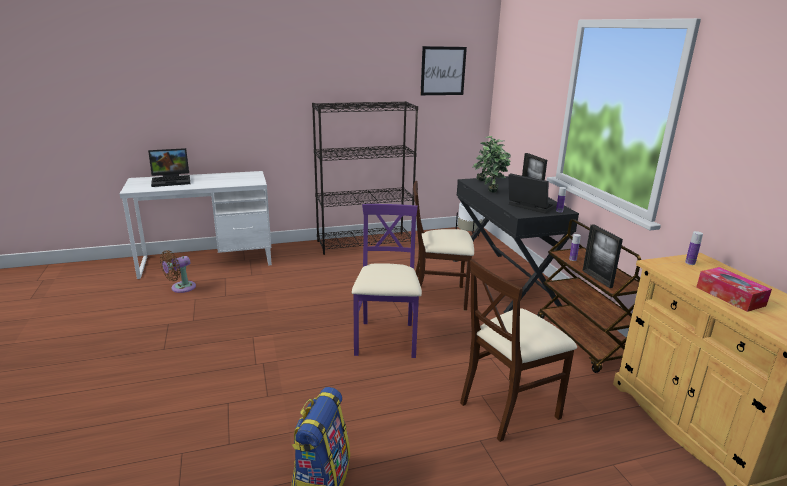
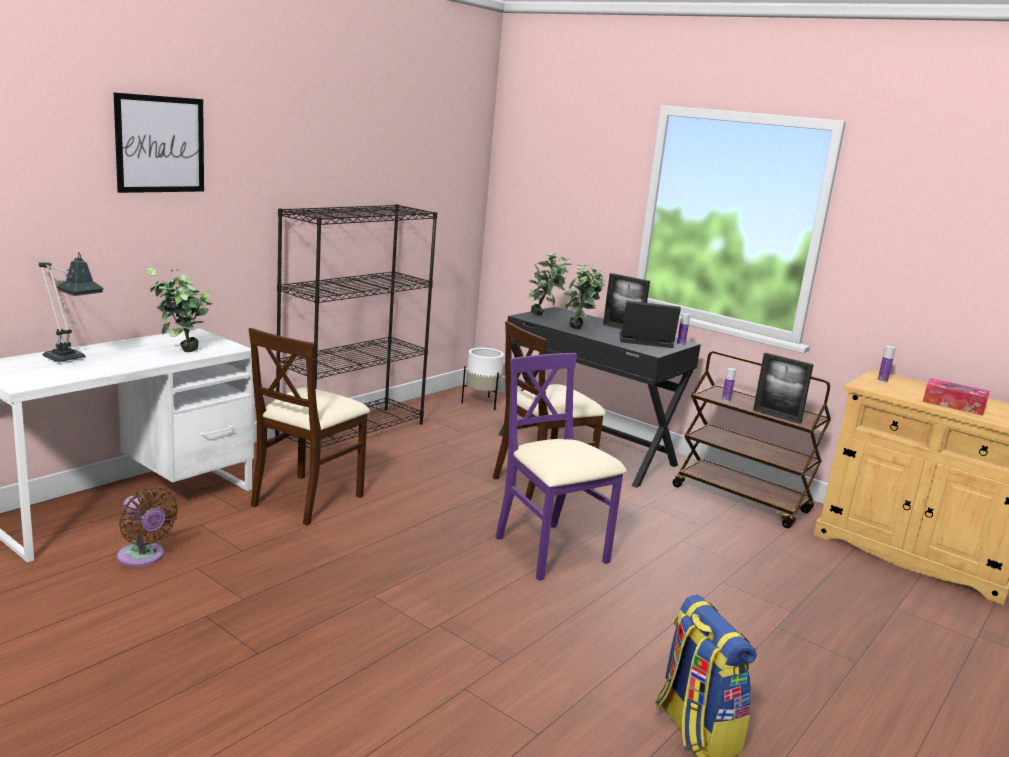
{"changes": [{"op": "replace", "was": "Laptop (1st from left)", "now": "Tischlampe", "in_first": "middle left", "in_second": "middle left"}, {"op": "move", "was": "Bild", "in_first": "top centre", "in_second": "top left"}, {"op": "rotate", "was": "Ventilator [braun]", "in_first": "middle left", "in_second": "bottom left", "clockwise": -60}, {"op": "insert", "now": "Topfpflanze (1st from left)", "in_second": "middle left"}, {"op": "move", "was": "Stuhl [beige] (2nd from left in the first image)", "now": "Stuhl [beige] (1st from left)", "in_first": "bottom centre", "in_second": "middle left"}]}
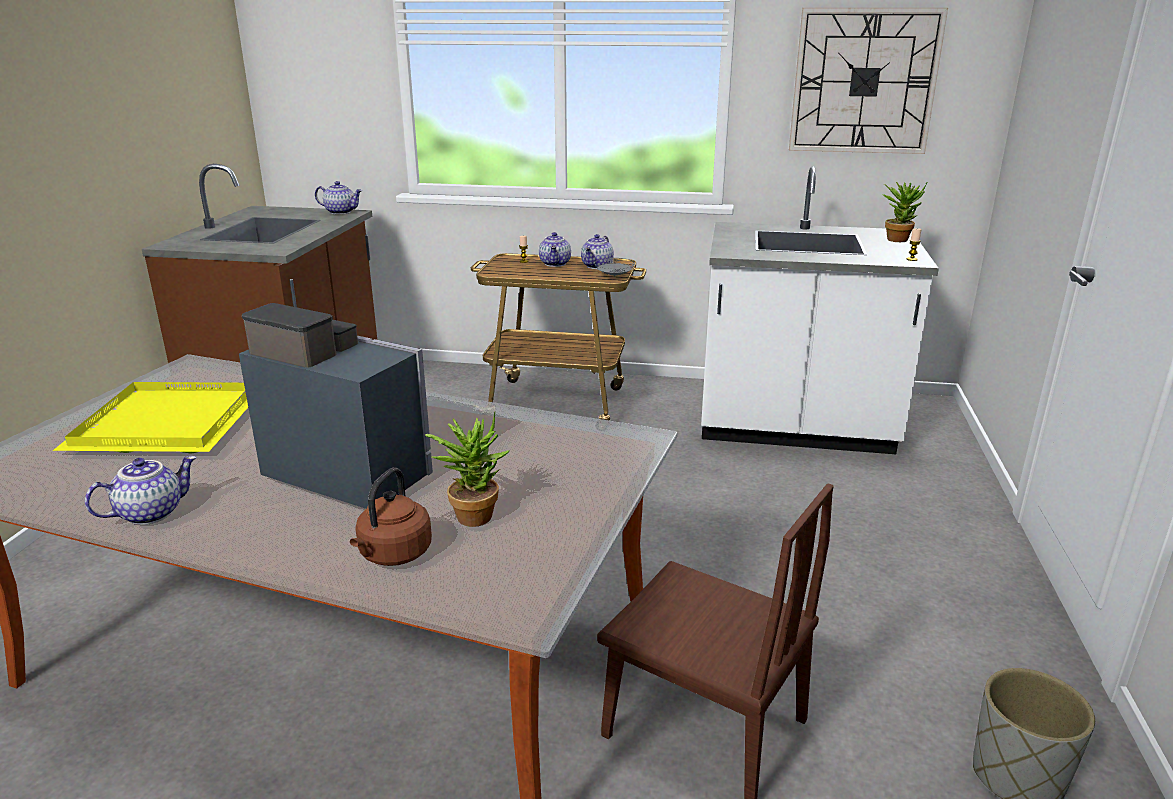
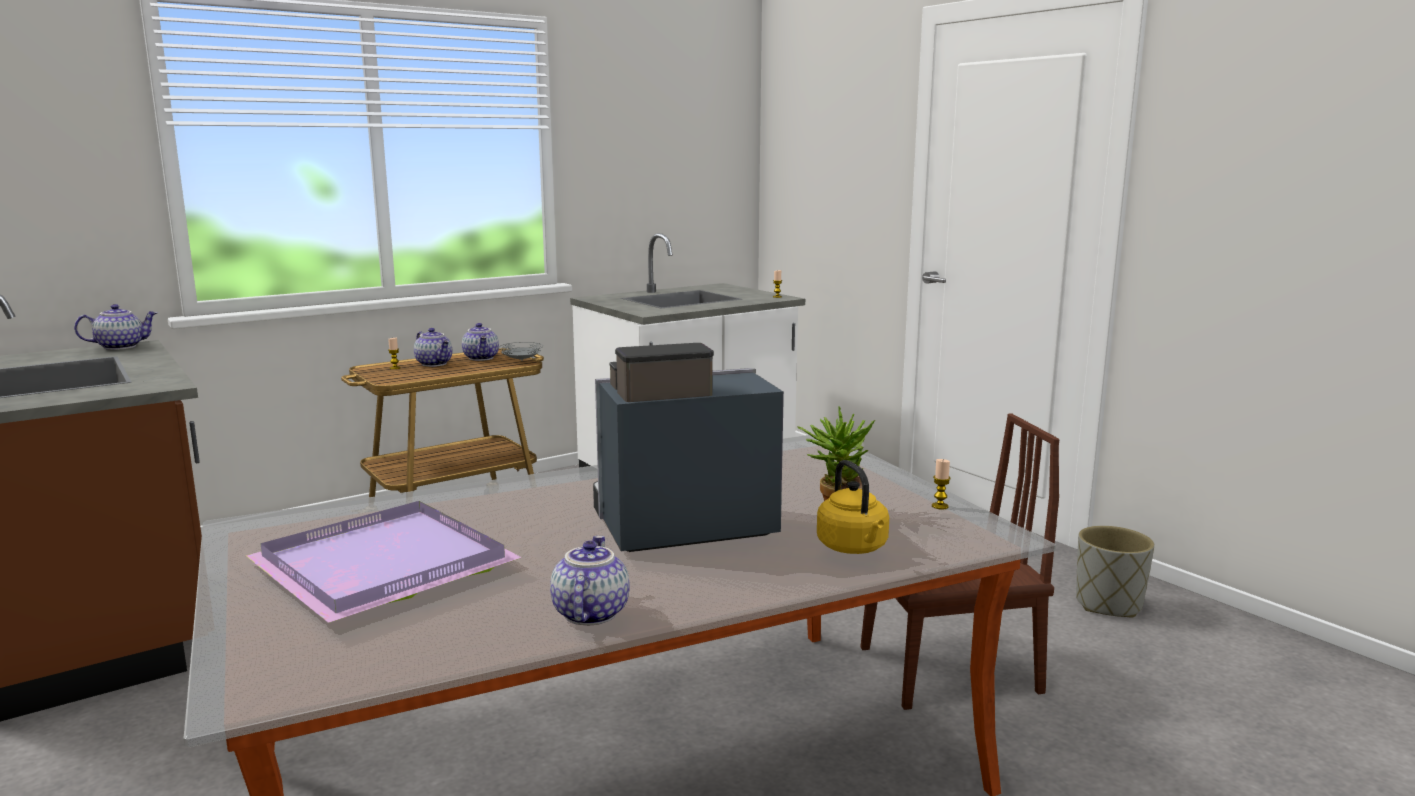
{"changes": [{"op": "recolor", "was": "Tablett [gelb]", "now": "Tablett [lila]", "in_first": "middle left", "in_second": "bottom left"}, {"op": "recolor", "was": "Wasserkessel [braun]", "now": "Wasserkessel [gelb]", "in_first": "centre", "in_second": "centre"}, {"op": "insert", "now": "Kerze (3rd from left)", "in_second": "centre"}, {"op": "delete", "was": "Wanduhr", "in_first": "top right"}, {"op": "delete", "was": "Topfpflanze (2nd from left)", "in_first": "top right"}]}
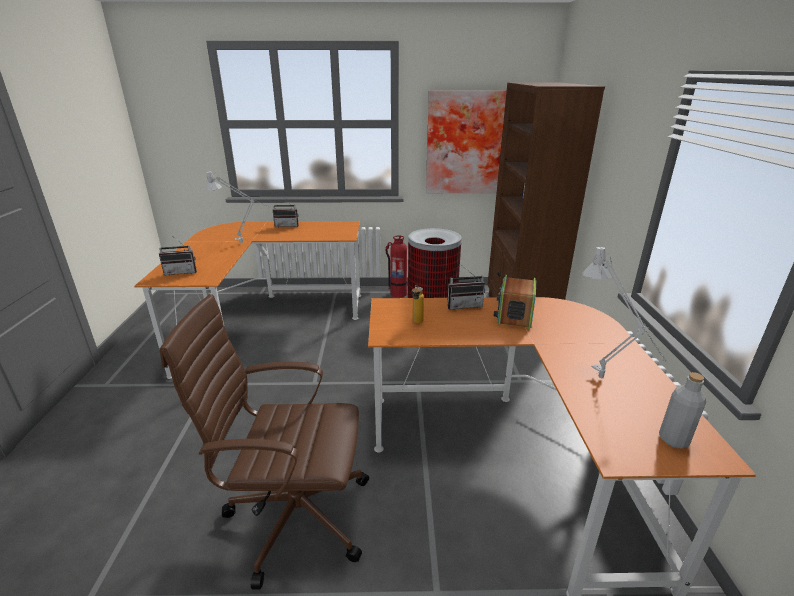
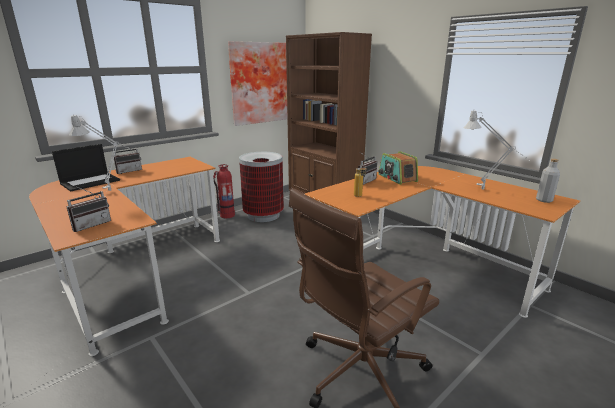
{"changes": [{"op": "insert", "now": "Laptop", "in_second": "middle left"}]}
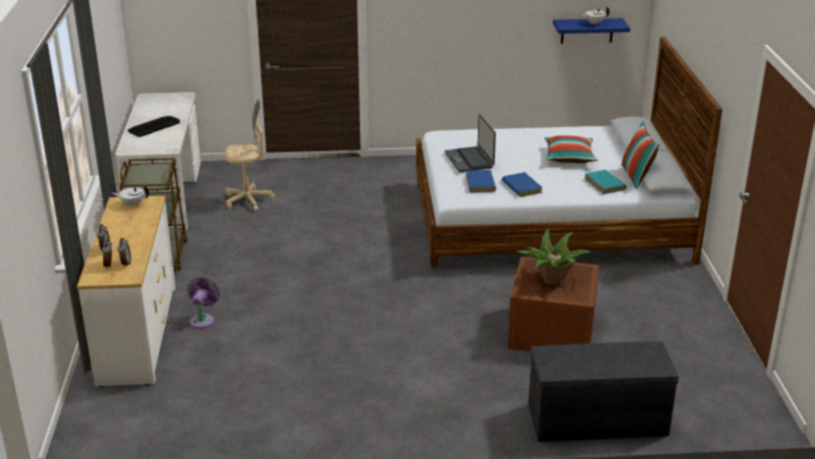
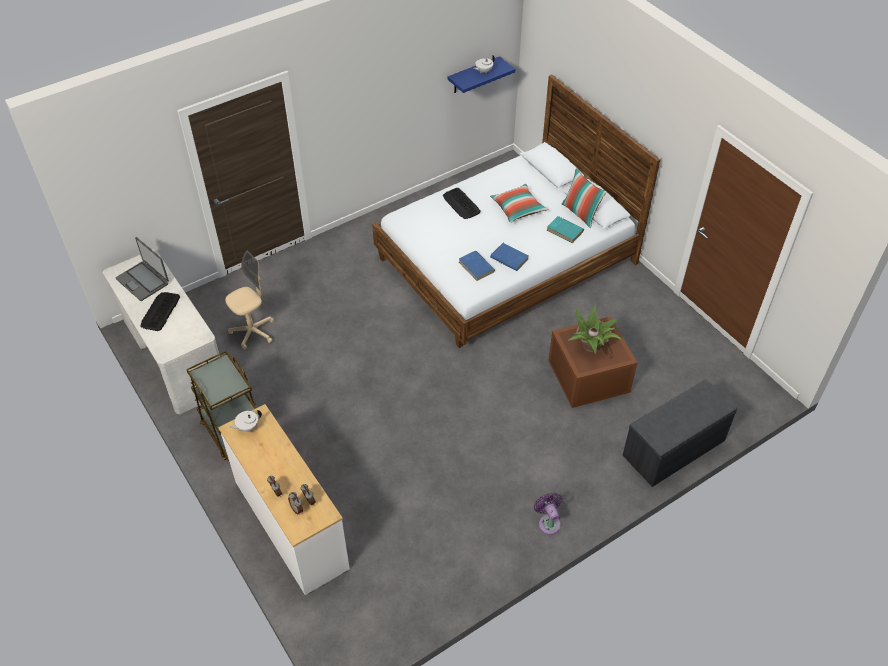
{"changes": [{"op": "move", "was": "Laptop", "in_first": "top centre", "in_second": "middle left"}, {"op": "insert", "now": "Tastatur (2nd from left)", "in_second": "top centre"}, {"op": "move", "was": "Ventilator [lila]", "in_first": "middle left", "in_second": "bottom centre"}]}
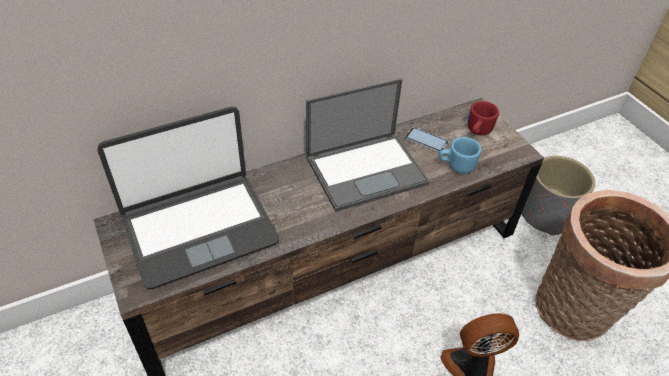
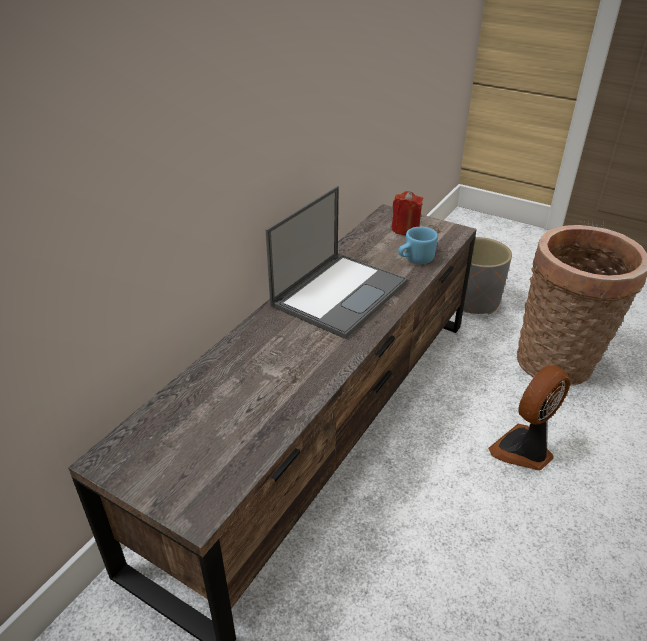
{"changes": [{"op": "replace", "was": "Henkelbecher [rot]", "now": "Kerze [rot]", "in_first": "top right", "in_second": "top centre"}, {"op": "delete", "was": "Laptop (1st from left)", "in_first": "middle left"}, {"op": "delete", "was": "Handy", "in_first": "centre"}]}
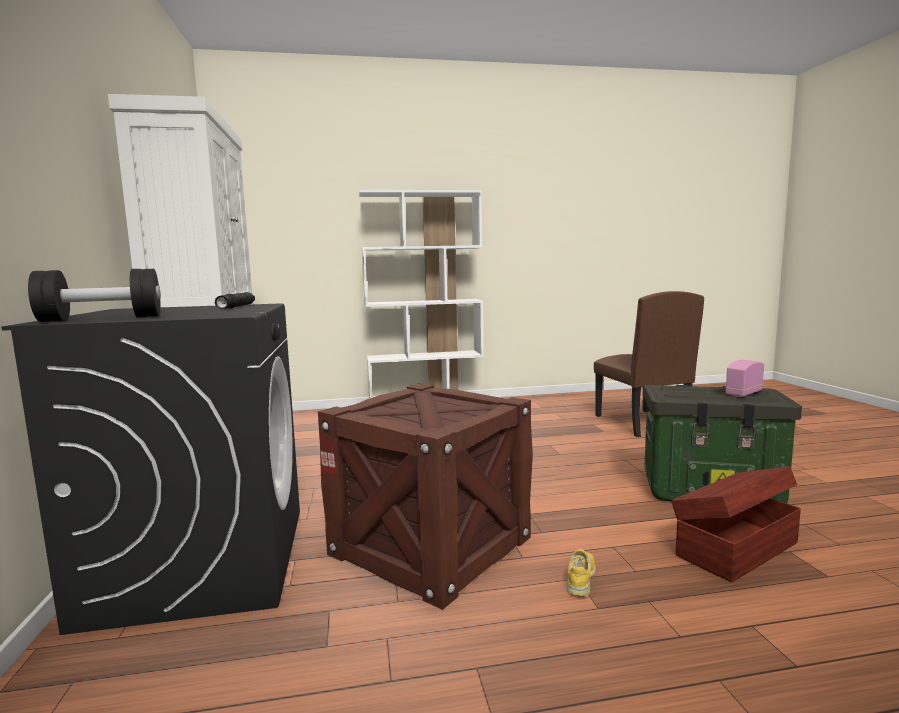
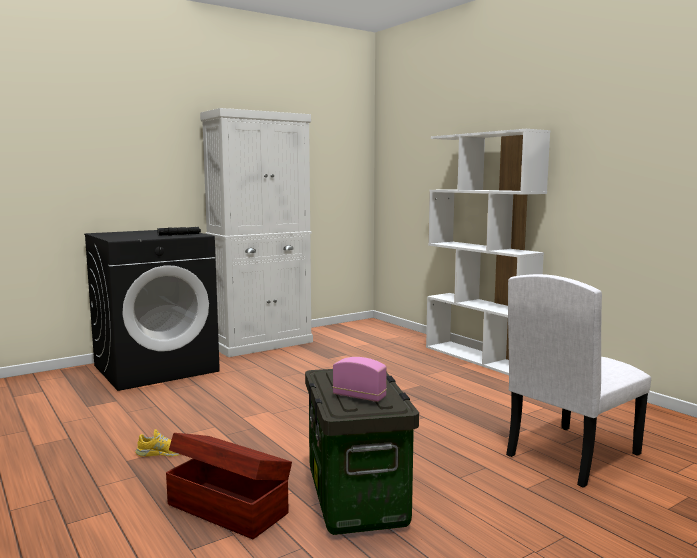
{"changes": [{"op": "recolor", "was": "Stuhl [braun]", "now": "Stuhl [weiß]", "in_first": "middle right", "in_second": "bottom right"}, {"op": "delete", "was": "Hantel [schwarz]", "in_first": "middle left"}, {"op": "delete", "was": "Kiste", "in_first": "bottom centre"}]}
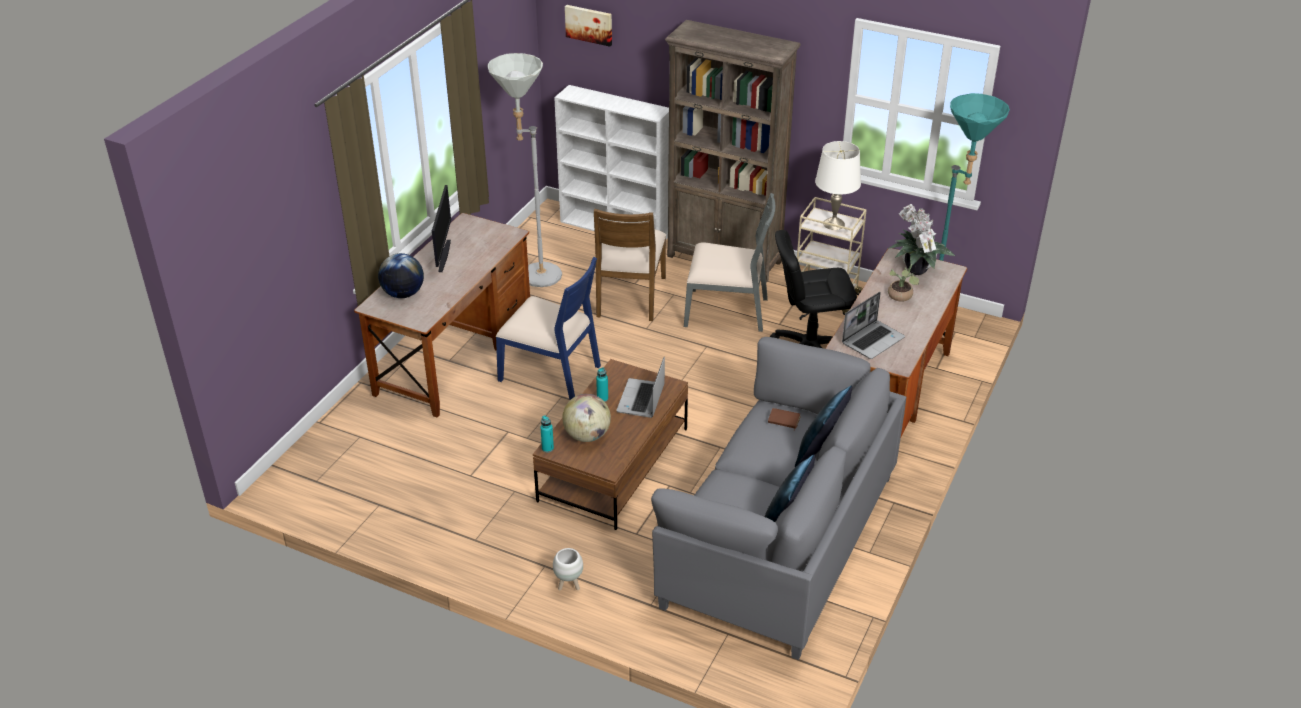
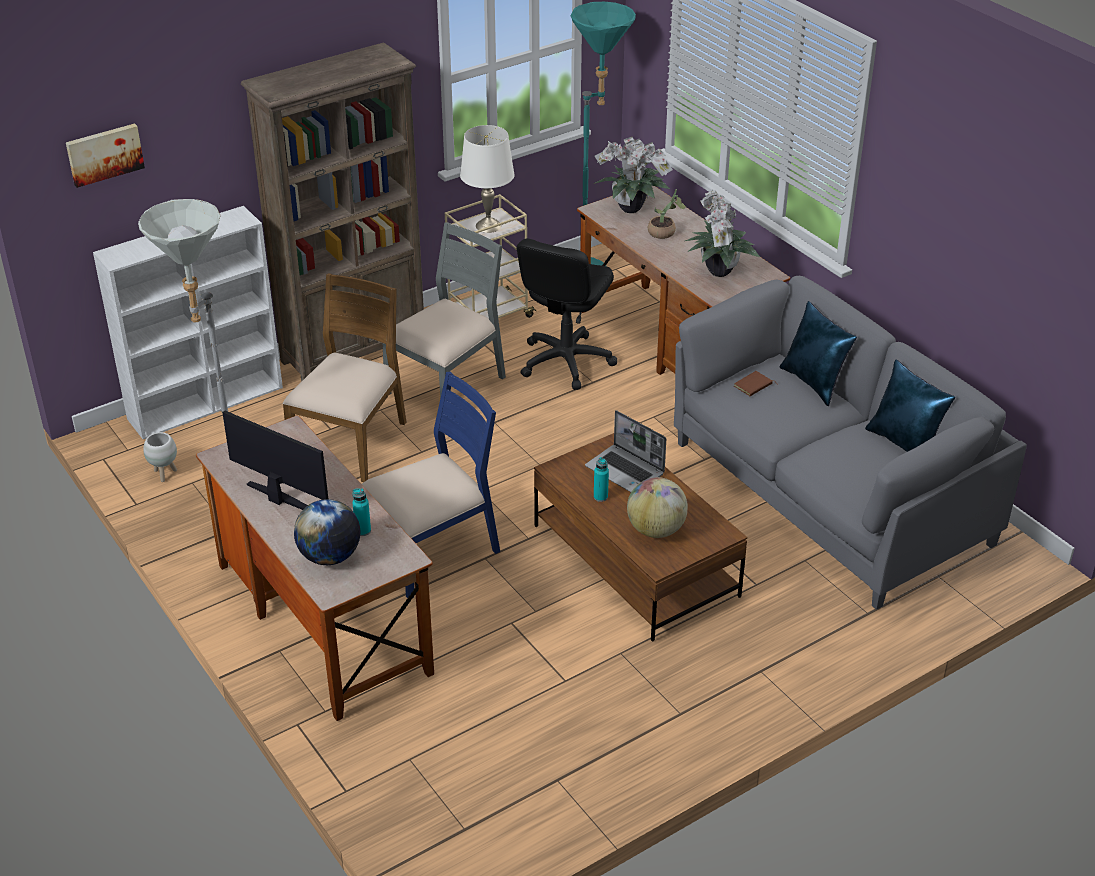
{"changes": [{"op": "move", "was": "Pflanzkübel [weiß]", "in_first": "bottom centre", "in_second": "middle left"}, {"op": "rotate", "was": "Stuhl [braun]", "in_first": "centre", "in_second": "middle left", "clockwise": -105}, {"op": "move", "was": "Flasche [türkis] (1st from left)", "in_first": "centre", "in_second": "middle left"}, {"op": "replace", "was": "Laptop (2nd from left)", "now": "Topfpflanze (3rd from left)", "in_first": "middle right", "in_second": "top centre"}]}
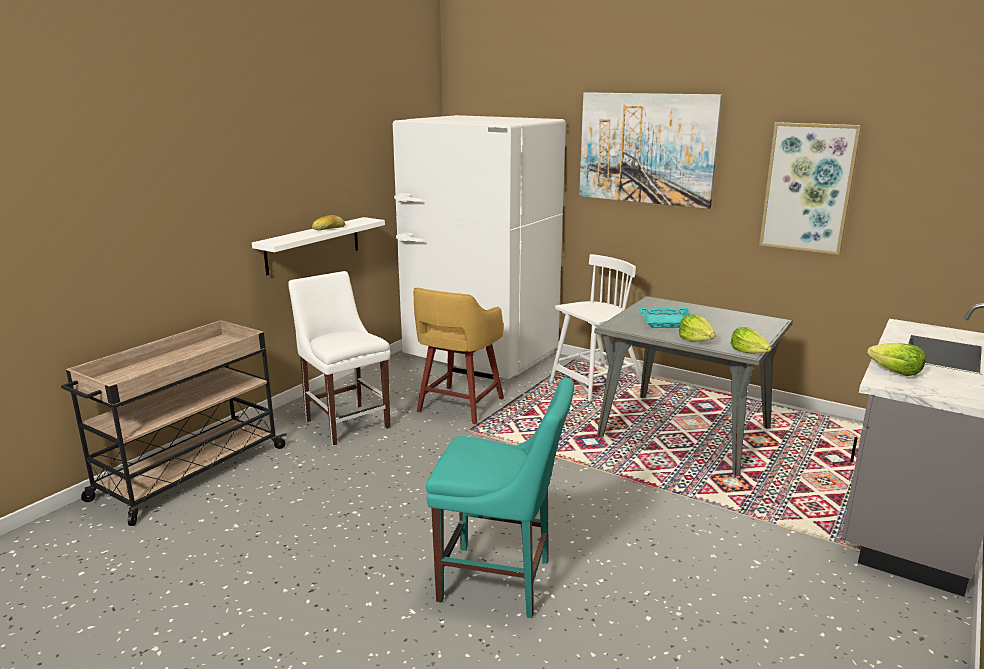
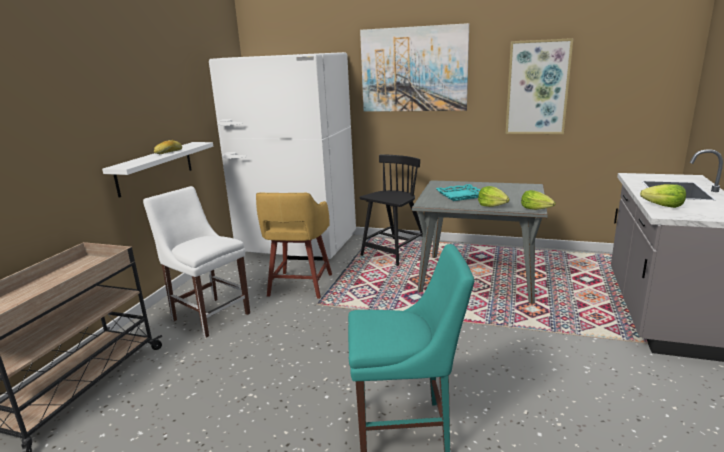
{"changes": [{"op": "recolor", "was": "Stuhl [weiß] (2nd from left)", "now": "Stuhl [schwarz]", "in_first": "centre", "in_second": "centre"}]}
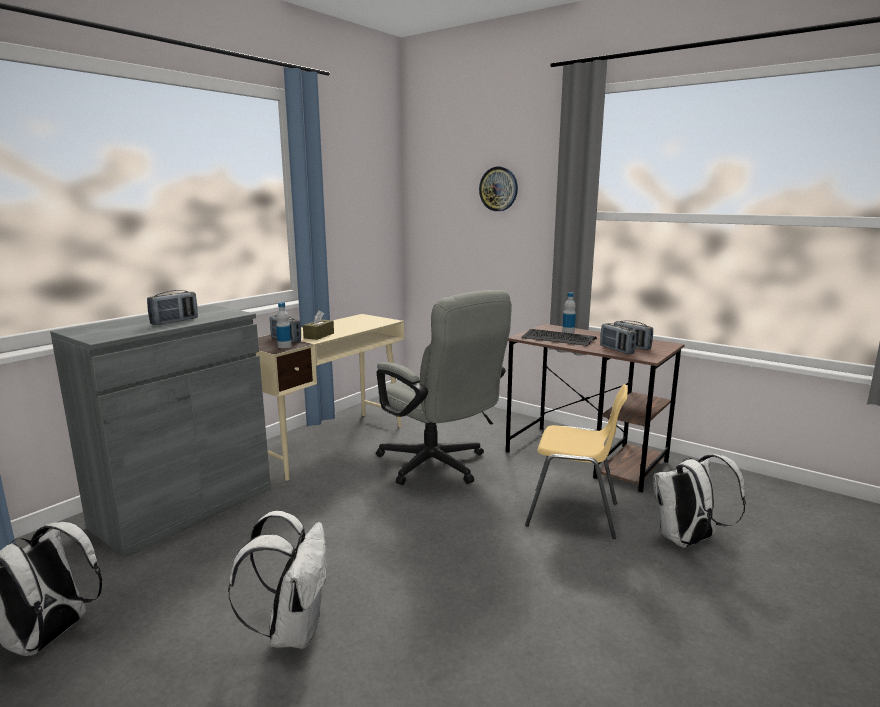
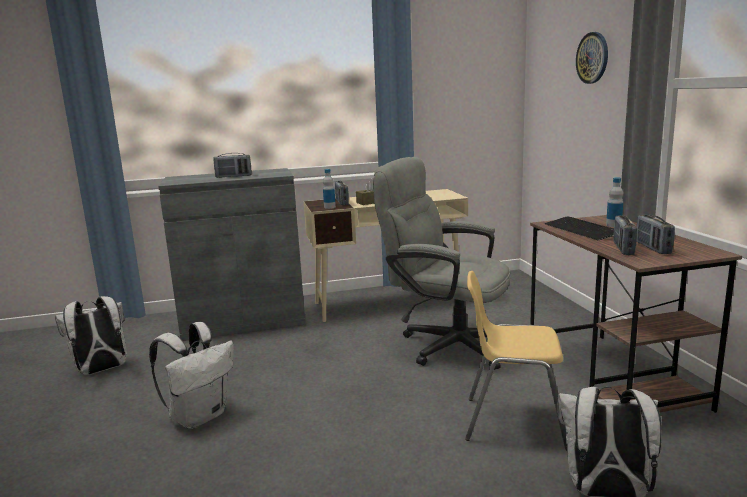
{"changes": [{"op": "rotate", "was": "Bürostuhl [grau]", "in_first": "centre", "in_second": "centre", "clockwise": 120}, {"op": "rotate", "was": "Stuhl [gelb]", "in_first": "centre", "in_second": "bottom right", "clockwise": 135}]}
